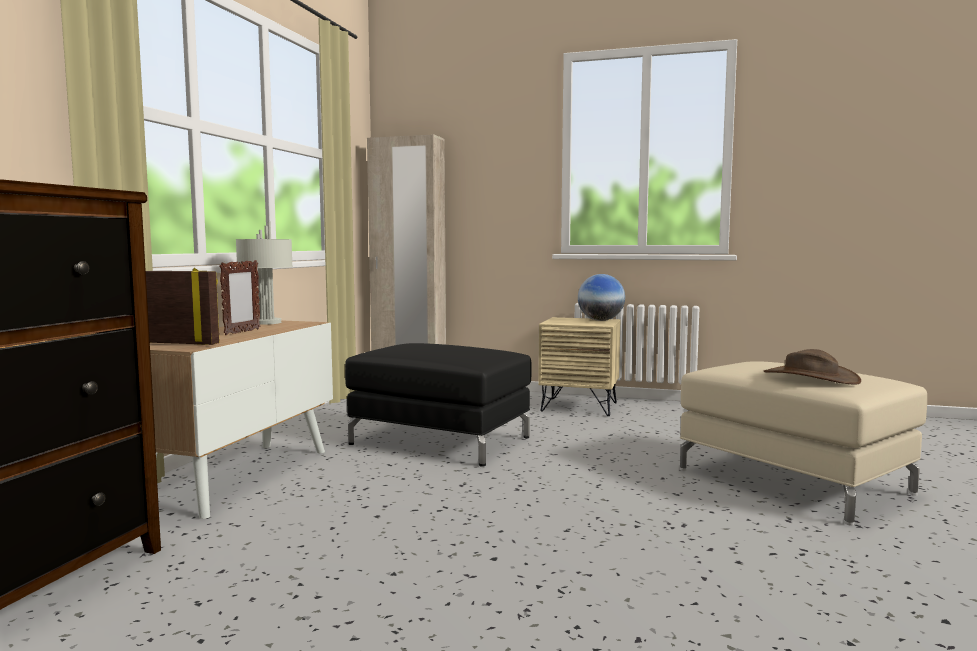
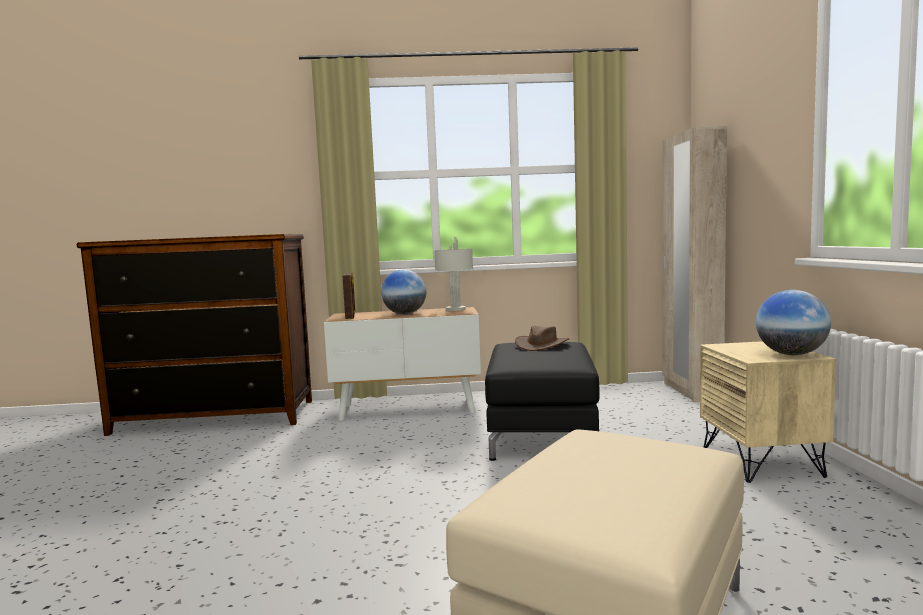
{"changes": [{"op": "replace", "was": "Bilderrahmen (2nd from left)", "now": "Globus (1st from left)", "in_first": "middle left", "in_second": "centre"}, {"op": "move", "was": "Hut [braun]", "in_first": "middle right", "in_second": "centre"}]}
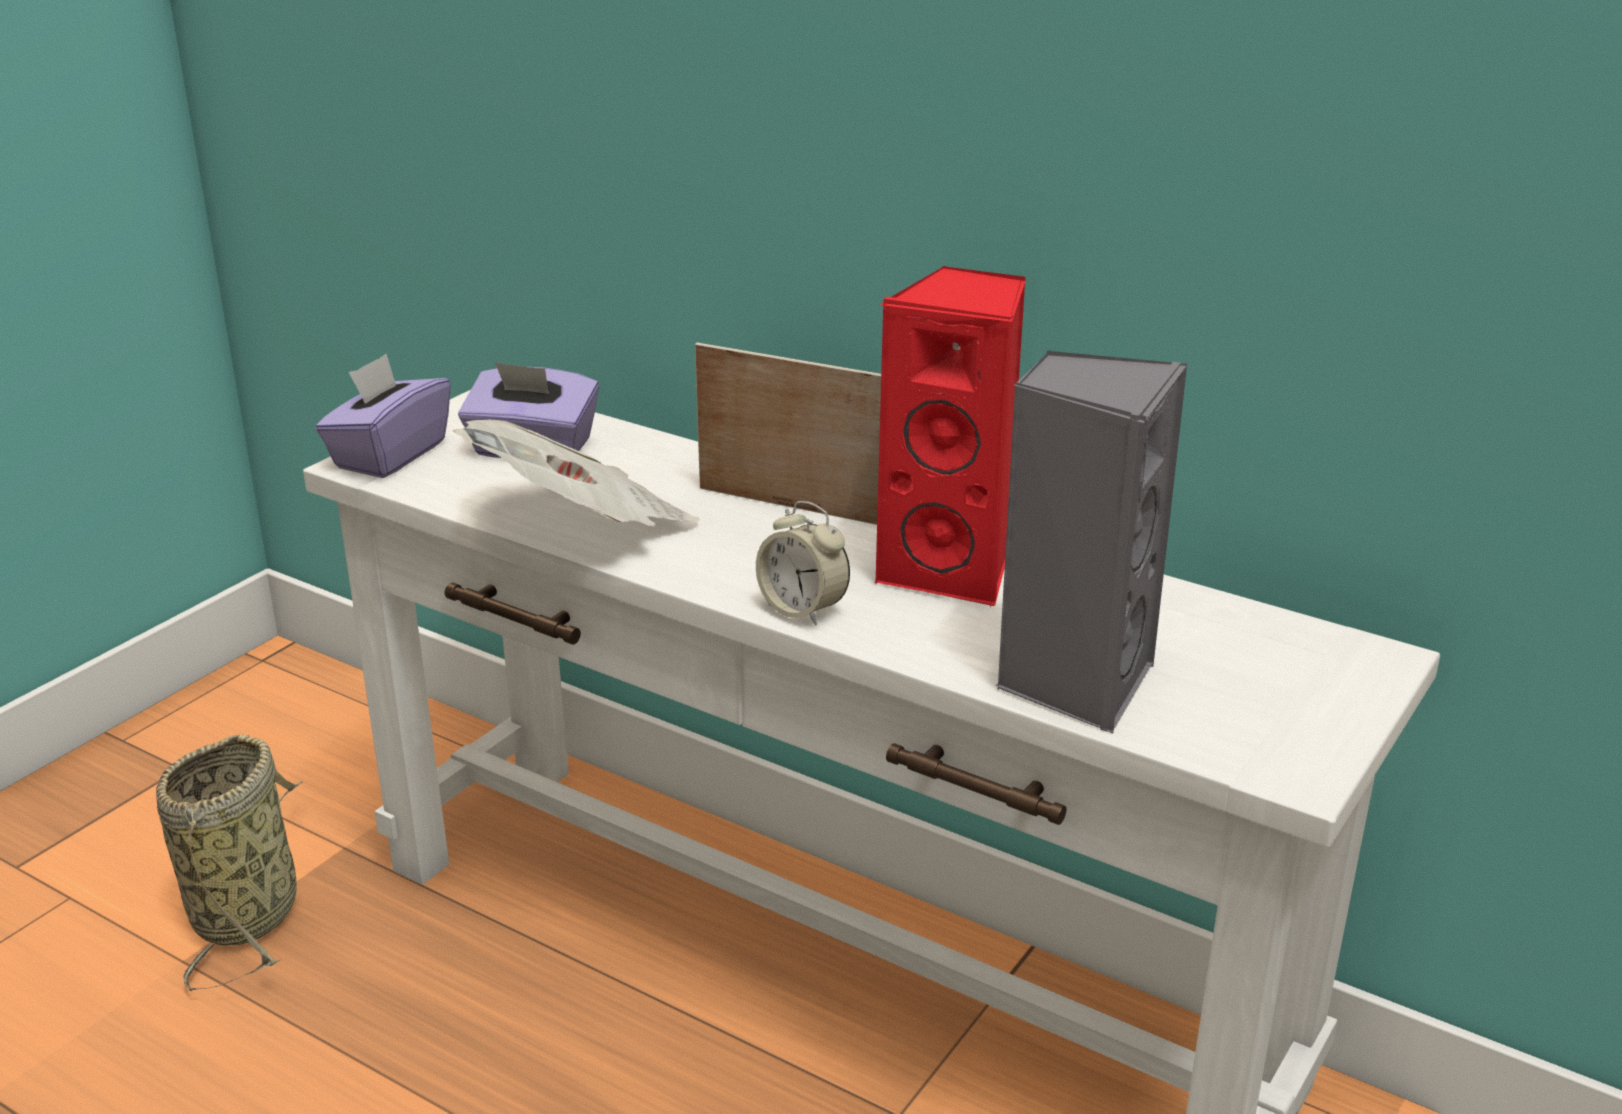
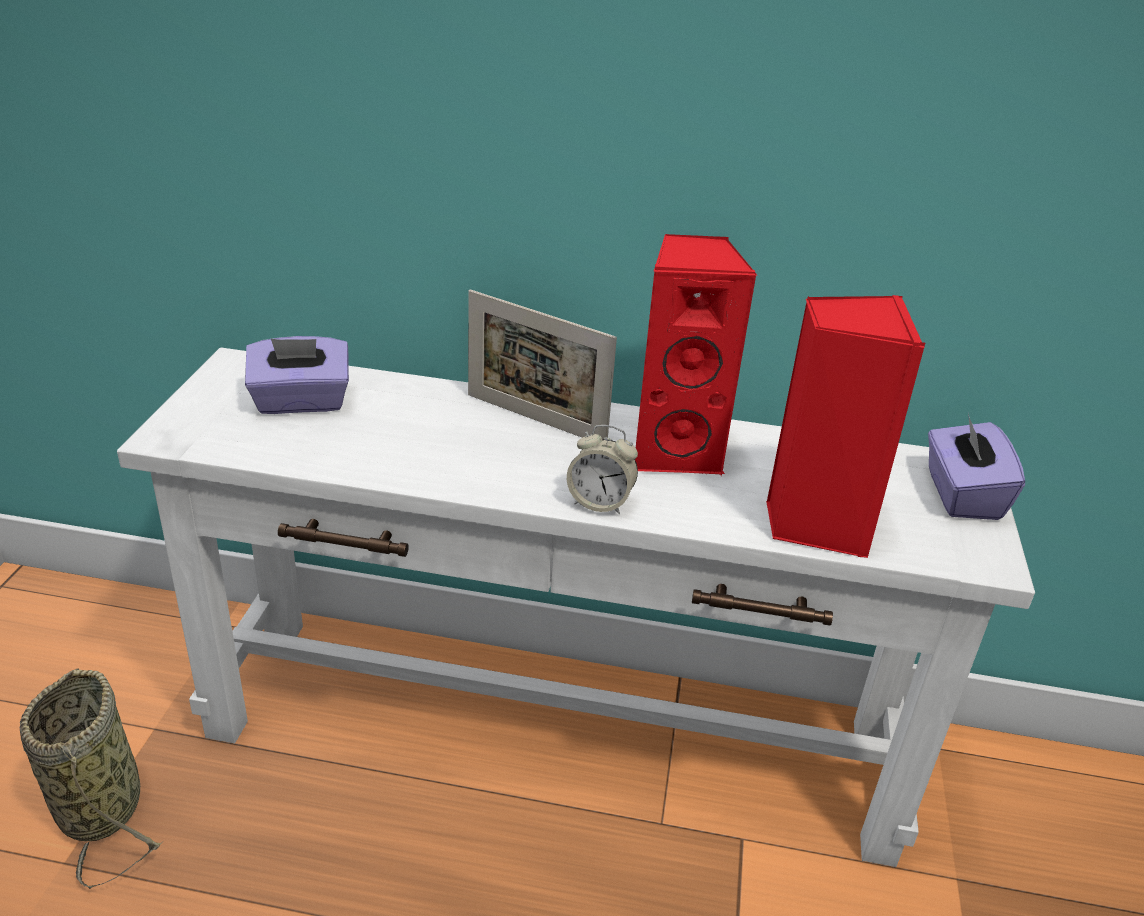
{"changes": [{"op": "rotate", "was": "Bilderrahmen", "in_first": "centre", "in_second": "centre", "clockwise": -150}, {"op": "recolor", "was": "Lautsprecher [grau]", "now": "Lautsprecher [rot] (2nd from left)", "in_first": "middle right", "in_second": "middle right"}, {"op": "move", "was": "Taschentuchbox [lila] (1st from left in the first image)", "now": "Taschentuchbox [lila] (2nd from left)", "in_first": "middle left", "in_second": "middle right"}, {"op": "delete", "was": "Zeitung", "in_first": "centre"}]}
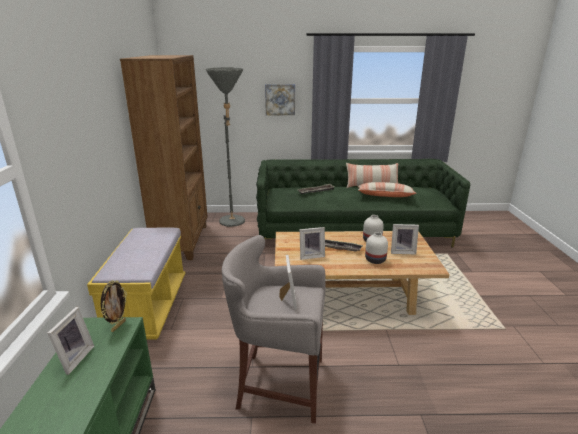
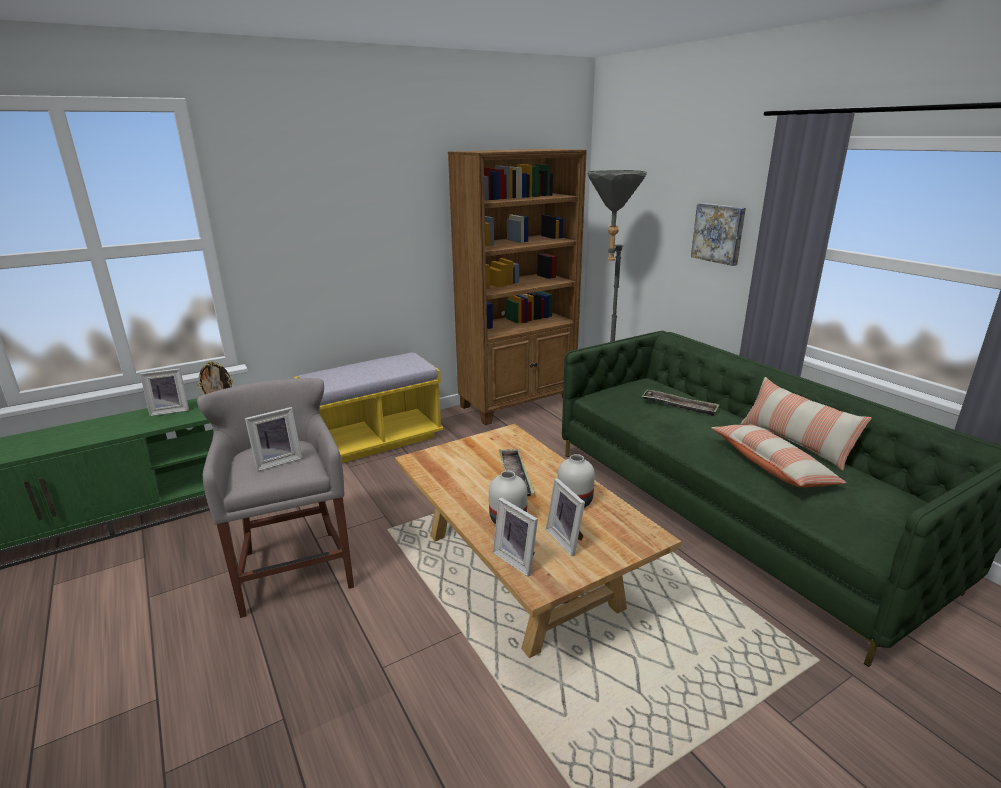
{"changes": [{"op": "move", "was": "Bilderrahmen (4th from left)", "in_first": "centre", "in_second": "bottom centre"}]}
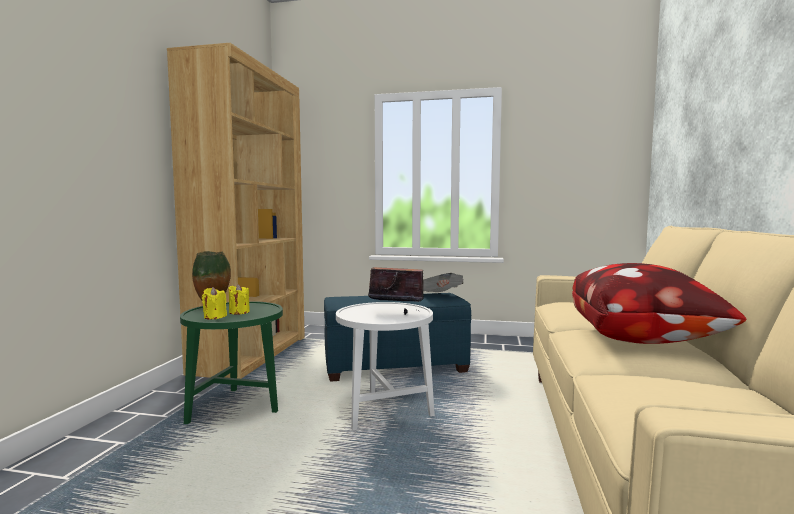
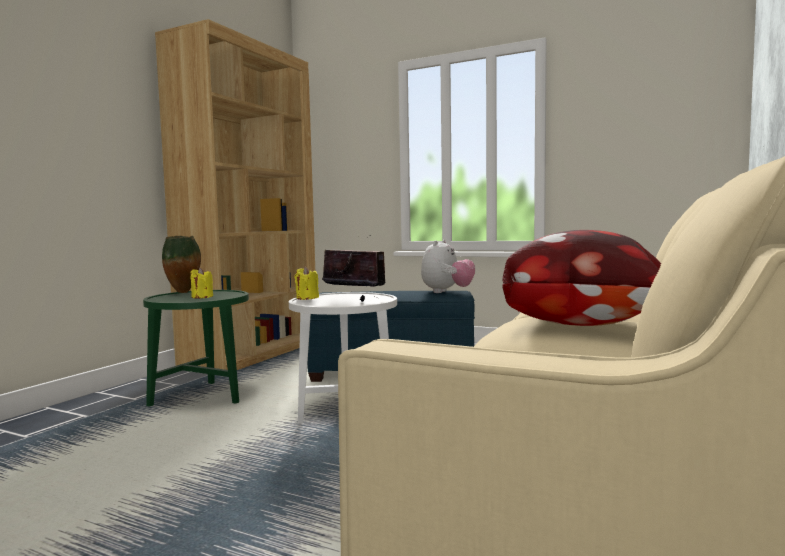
{"changes": [{"op": "move", "was": "Kerze [gelb] (1st from left in the first image)", "now": "Kerze [gelb] (2nd from left)", "in_first": "middle left", "in_second": "centre"}, {"op": "replace", "was": "Zeitung", "now": "Plüschtier", "in_first": "centre", "in_second": "centre"}]}
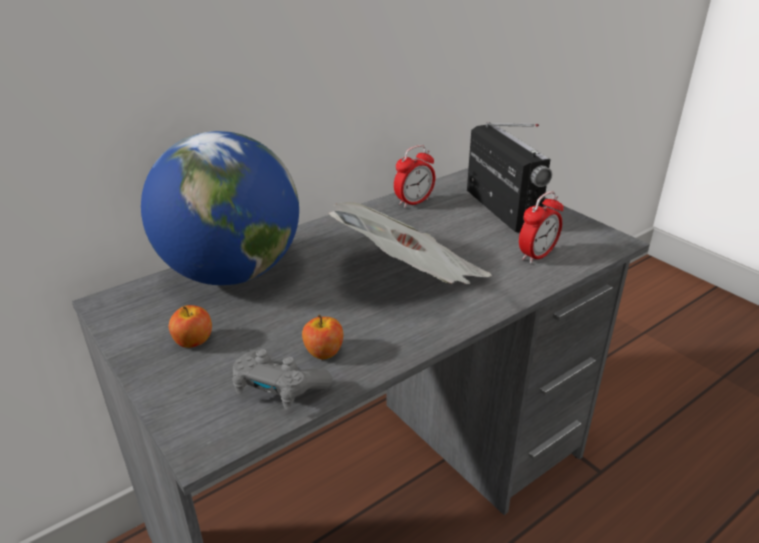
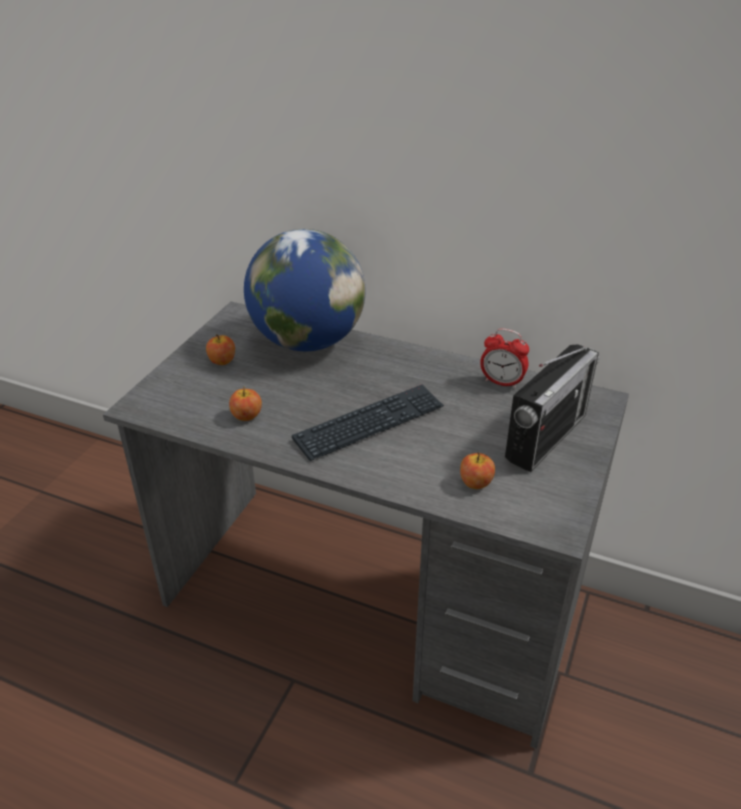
{"changes": [{"op": "replace", "was": "Zeitung", "now": "Tastatur", "in_first": "centre", "in_second": "centre"}, {"op": "replace", "was": "Wecker (2nd from left)", "now": "Apfel (3rd from left)", "in_first": "middle right", "in_second": "centre"}, {"op": "delete", "was": "Gamepad [grau]", "in_first": "bottom centre"}]}
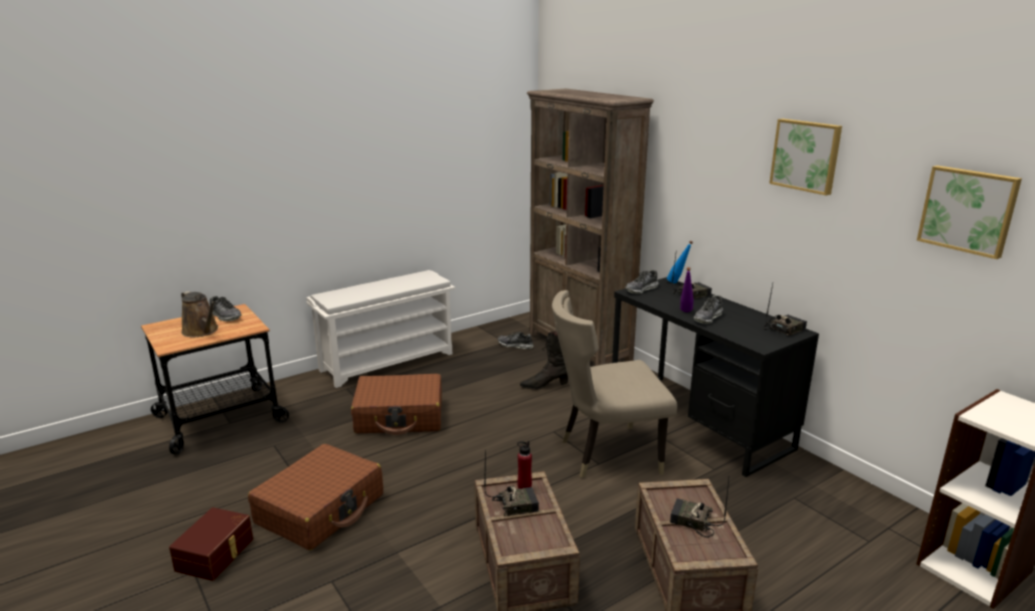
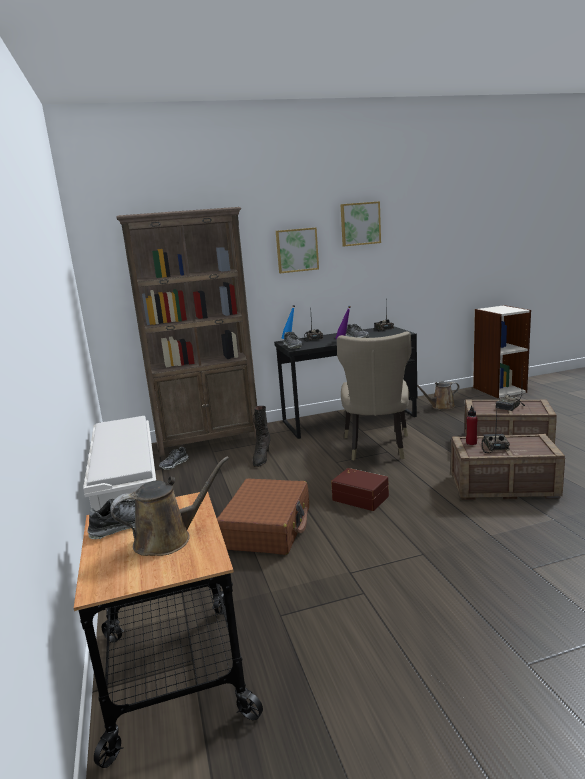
{"changes": [{"op": "move", "was": "Bild (2nd from left in the first image)", "now": "Bild (1st from left)", "in_first": "middle right", "in_second": "top centre"}, {"op": "move", "was": "Aufbewahrungsbox [braun]", "in_first": "bottom left", "in_second": "centre"}, {"op": "insert", "now": "Gießkanne [braun] (2nd from left)", "in_second": "middle right"}, {"op": "delete", "was": "Koffer [braun] (1st from left)", "in_first": "bottom left"}]}
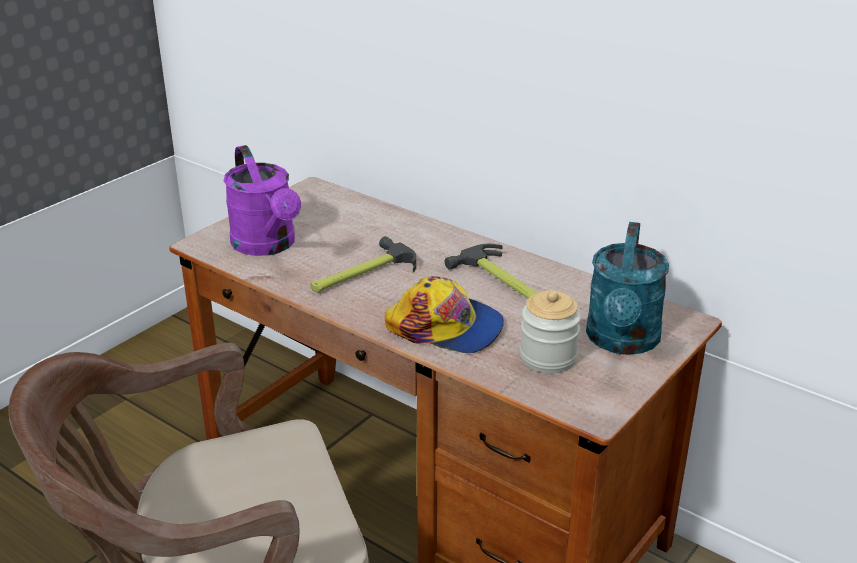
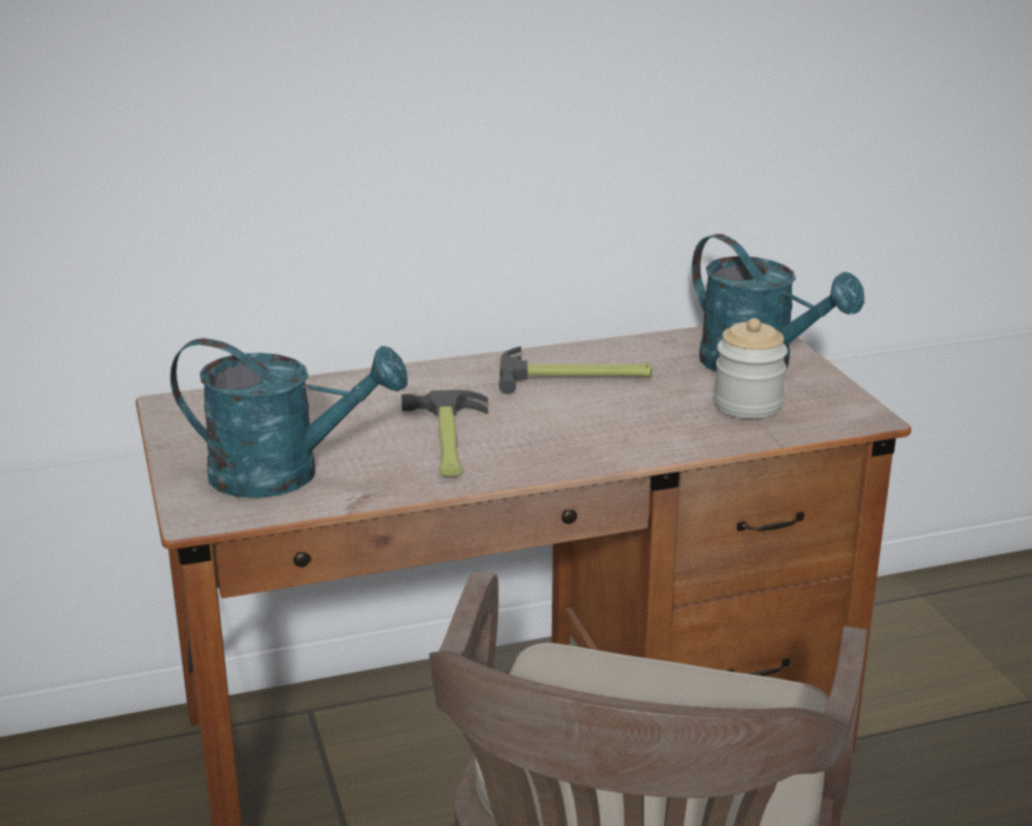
{"changes": [{"op": "recolor", "was": "Gießkanne [lila]", "now": "Gießkanne [türkis] (1st from left)", "in_first": "middle left", "in_second": "middle left"}, {"op": "delete", "was": "Kappe", "in_first": "centre"}]}
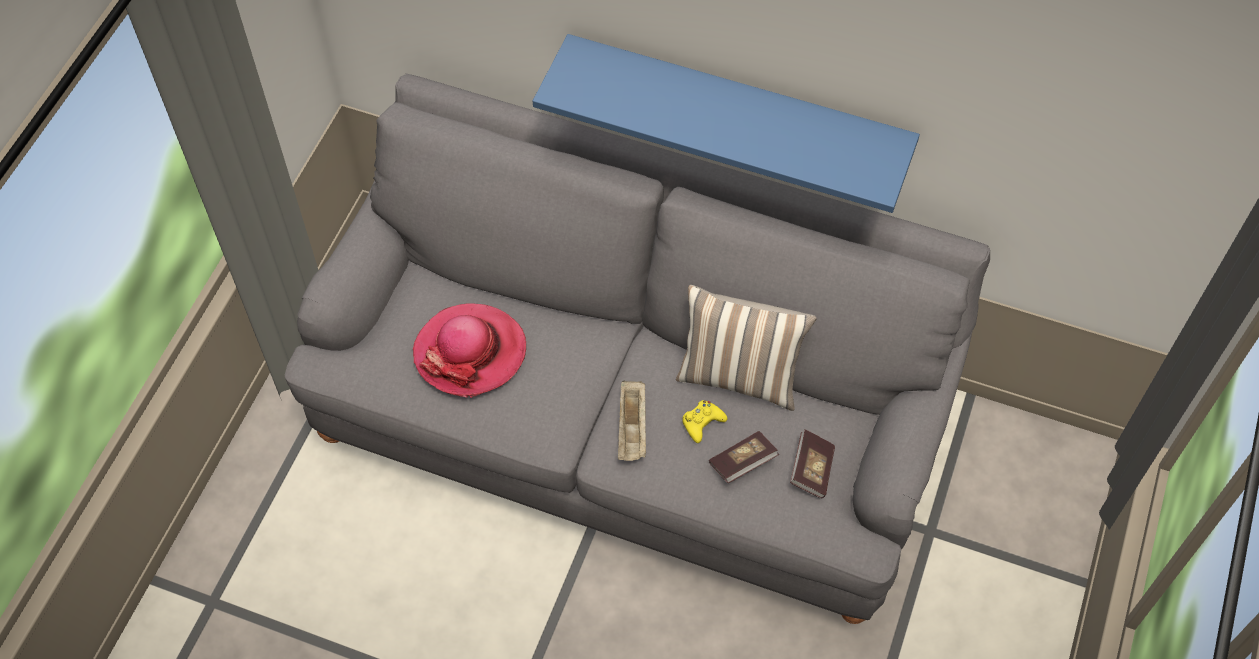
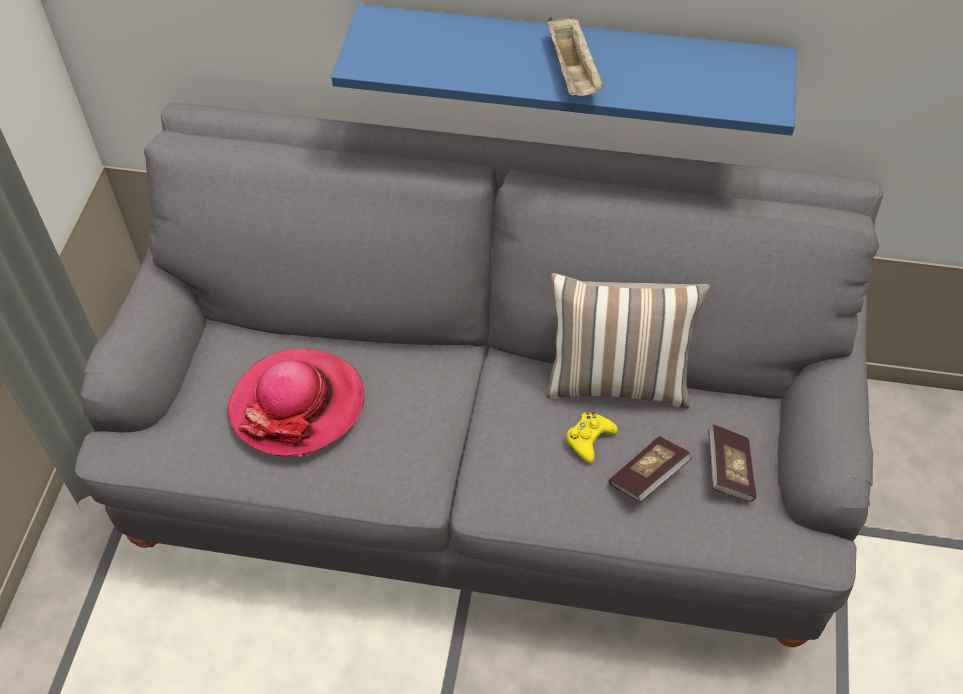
{"changes": [{"op": "move", "was": "Tablett [beige]", "in_first": "centre", "in_second": "top centre"}]}
